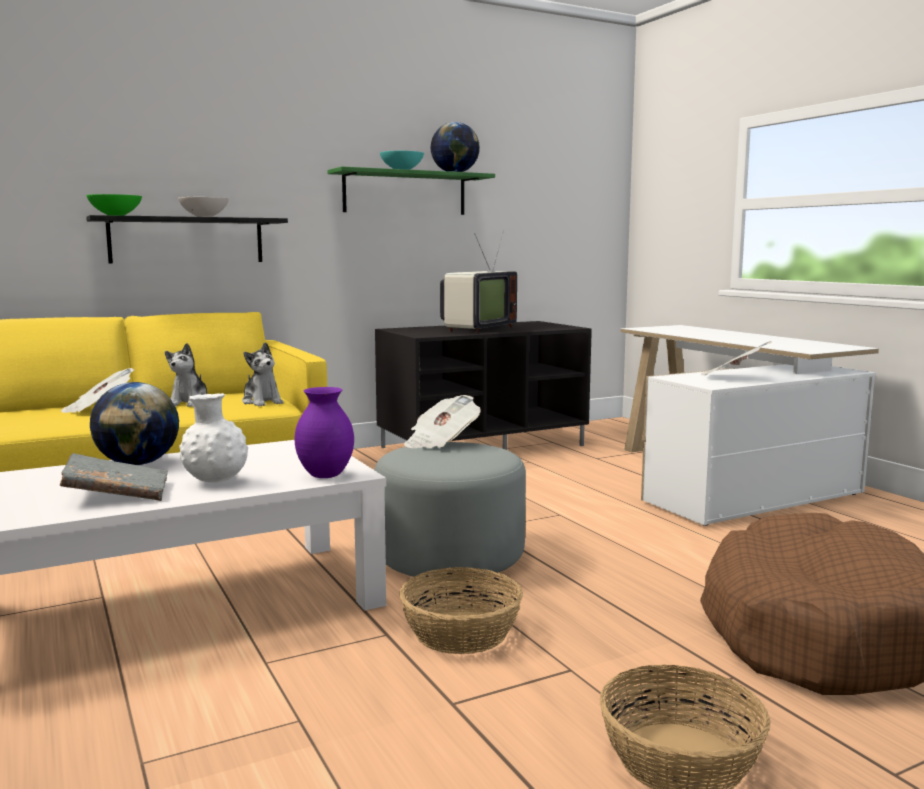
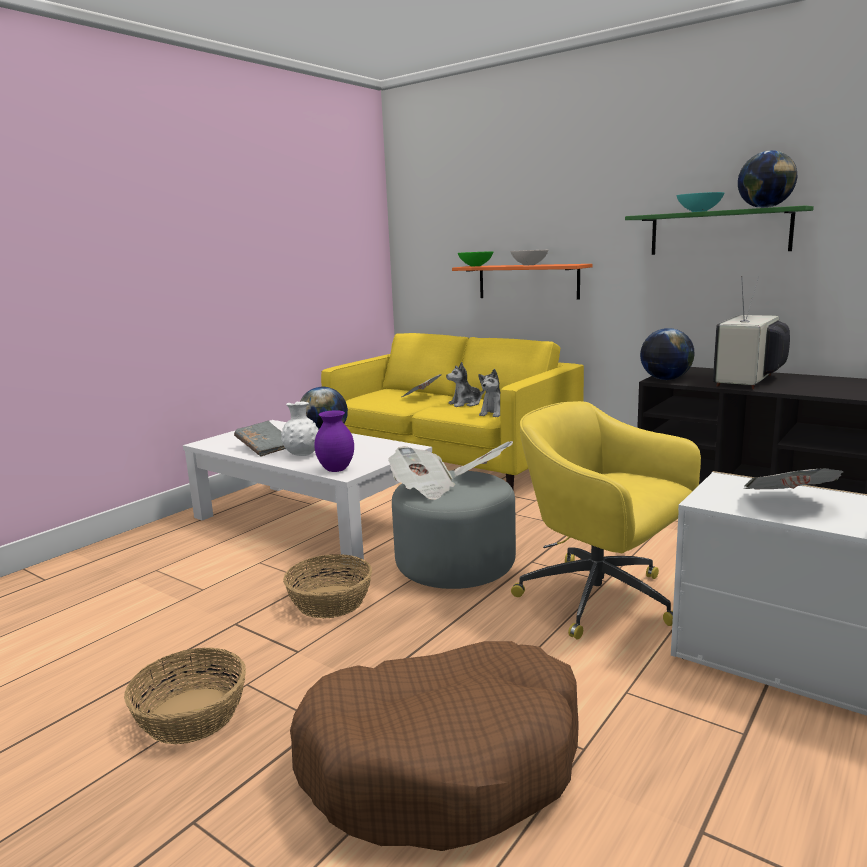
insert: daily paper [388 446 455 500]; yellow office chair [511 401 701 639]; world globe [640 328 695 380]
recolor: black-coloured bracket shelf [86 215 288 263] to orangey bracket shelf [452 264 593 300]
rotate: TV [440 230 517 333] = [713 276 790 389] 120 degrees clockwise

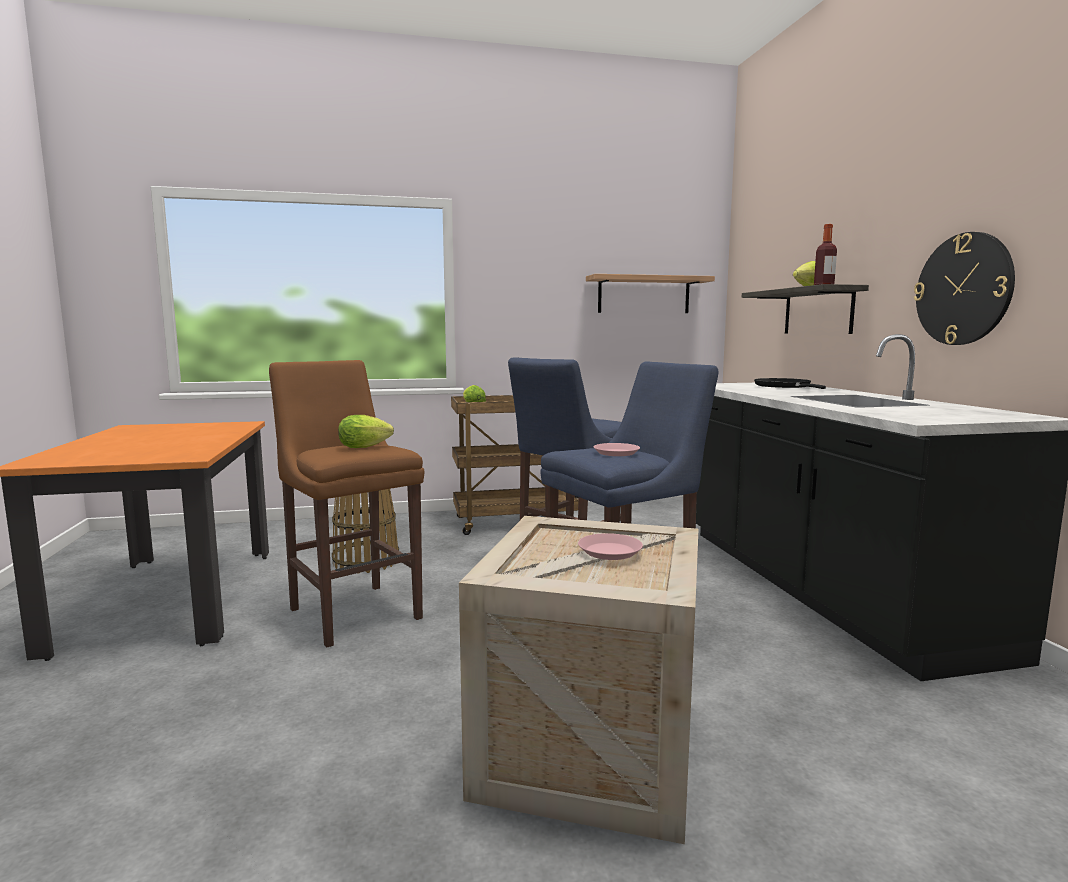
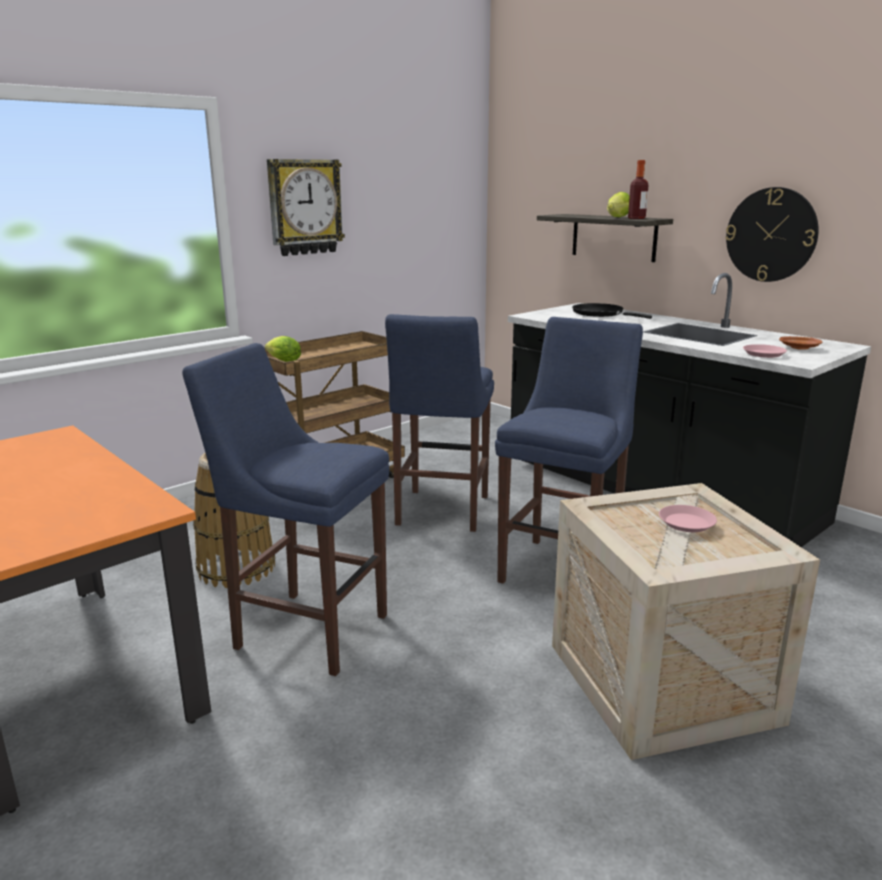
delete: head of lettuce [338 415 394 448]; bracket shelf [586 274 715 313]
insert: wall clock [267 159 345 256]; brown-coloured dinner plate [779 336 823 350]
move: pink dinner plate [594 443 640 456] to [743 344 787 358]
recolor: brown-coloured stool [269 360 424 647] to blue-coloured stool [182 343 389 676]

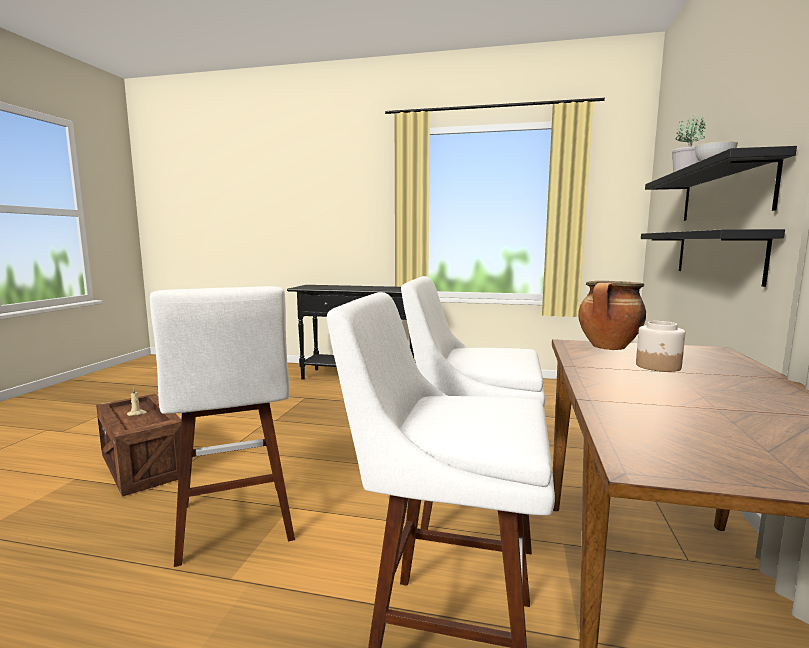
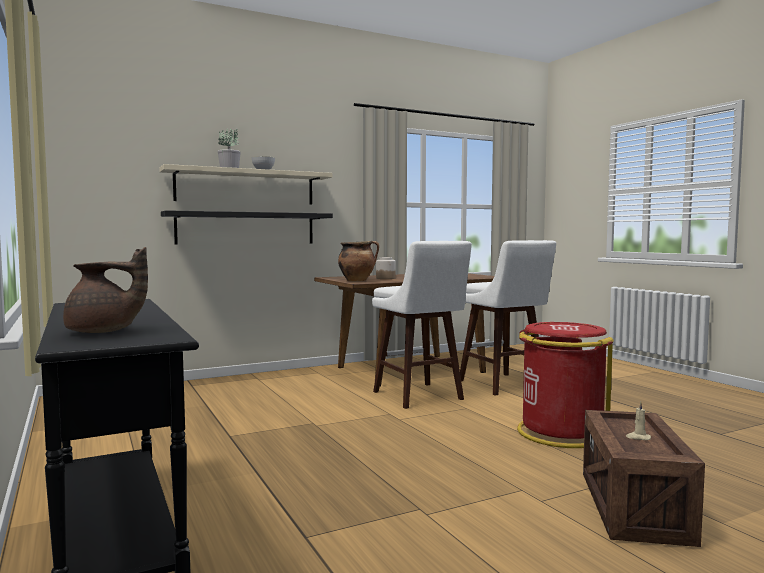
insert: brown-coloured tea pot [63 247 148 333]
replace: white-coloured stool [150 286 295 567] to red-coloured trash can [517 322 614 448]
recolor: black-coloured bracket shelf [645 146 797 221] to sand-coloured bracket shelf [160 164 333 204]

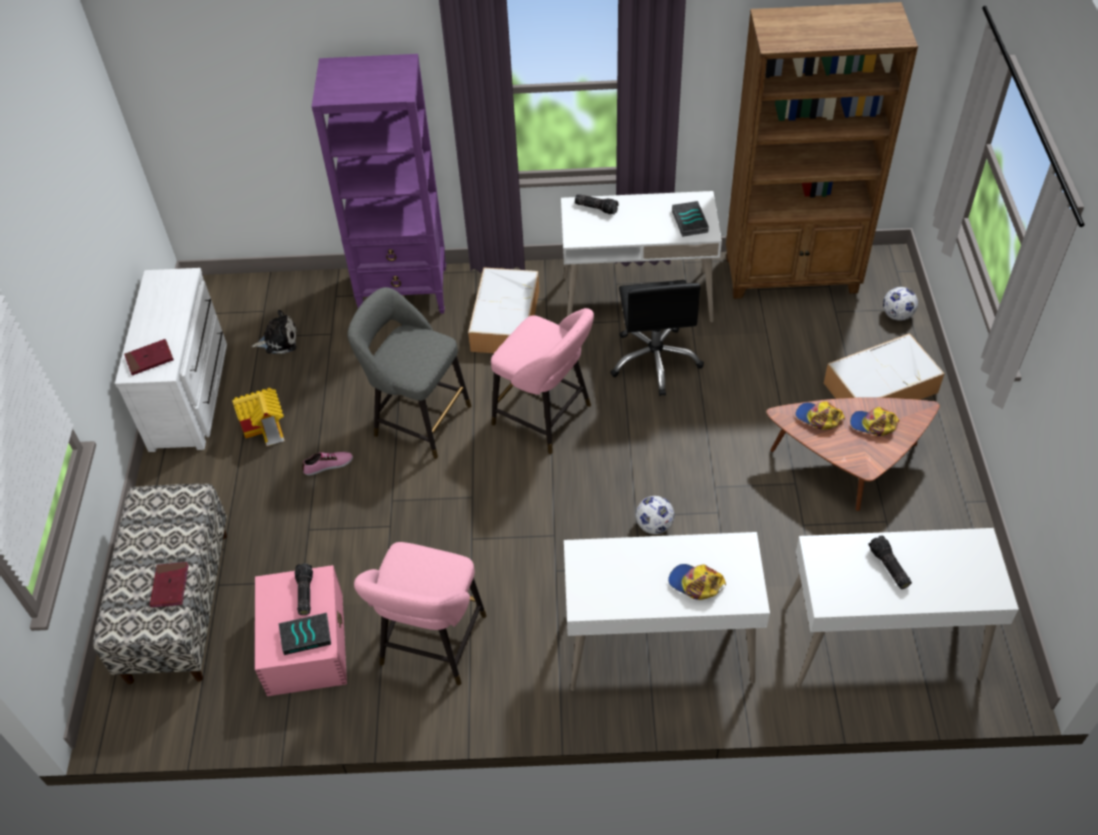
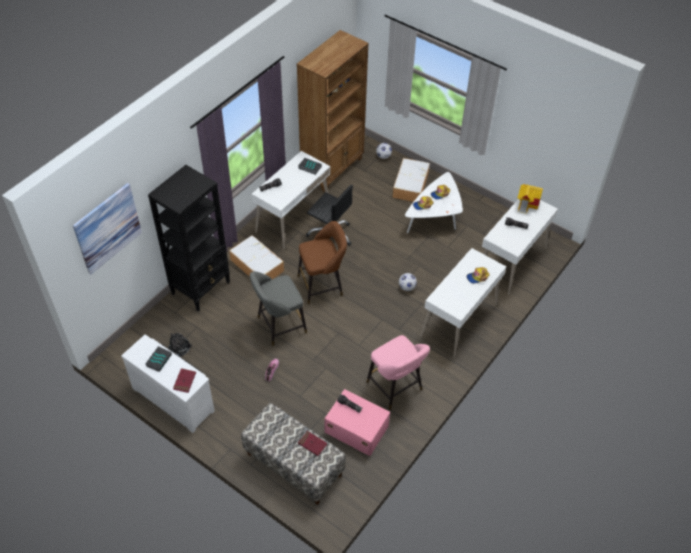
insert: wall picture [73 183 142 274]
move: toy house [232 388 285 446] to [518 184 543 214]; bound book [278 613 331 655] to [145 346 172 372]
recolor: purplish bookcase [312 54 446 314] to black-coloured bookcase [148 165 230 311]; pink stool [491 308 594 454] to brown-coloured stool [297 221 347 304]; brown-coloured low table [766 397 940 511] to white-coloured low table [405 172 463 233]

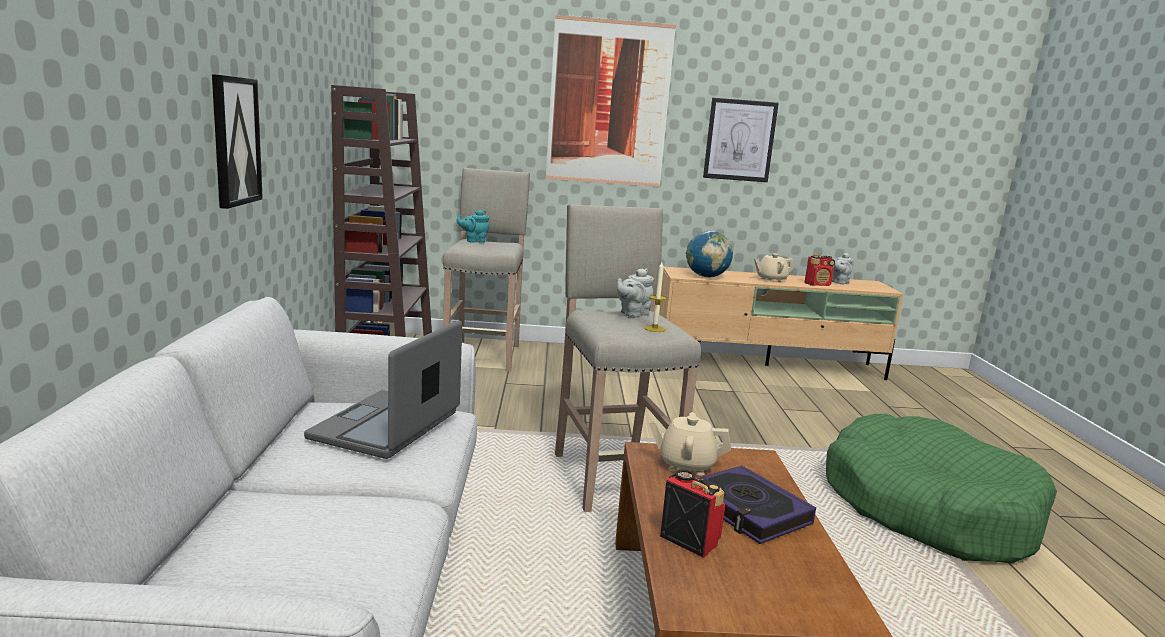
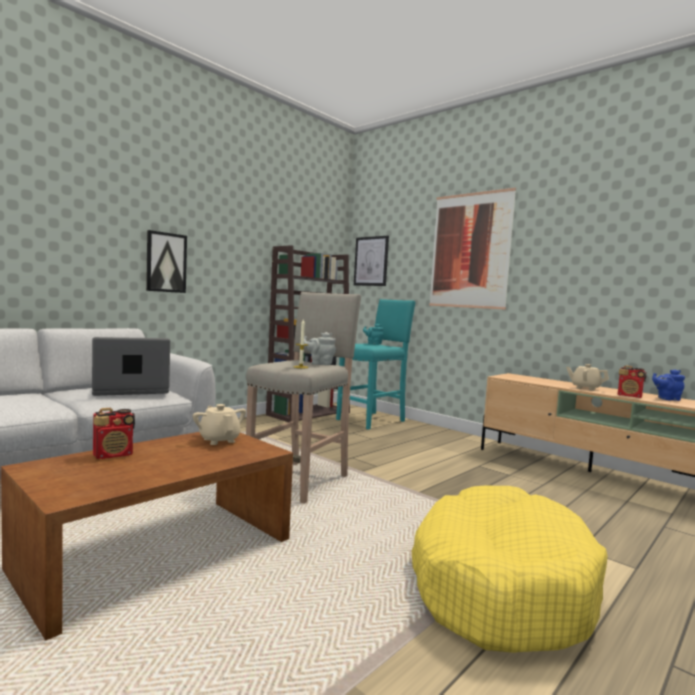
delete: world globe [686 231 733 278]; bound book [698 465 816 544]
move: wall picture [703 98 779 182] to [354 236 389 286]
recolor: sand-coloured stool [443 168 530 372] to turquoise stool [336 299 416 430]; greenish dog cushion [826 414 1057 563] to yellow dog cushion [411 486 608 653]; greyish tea pot [832 253 853 284] to blue-coloured tea pot [652 369 685 401]
rotate: radio [660 470 725 558] = [93 408 135 459] 60 degrees clockwise

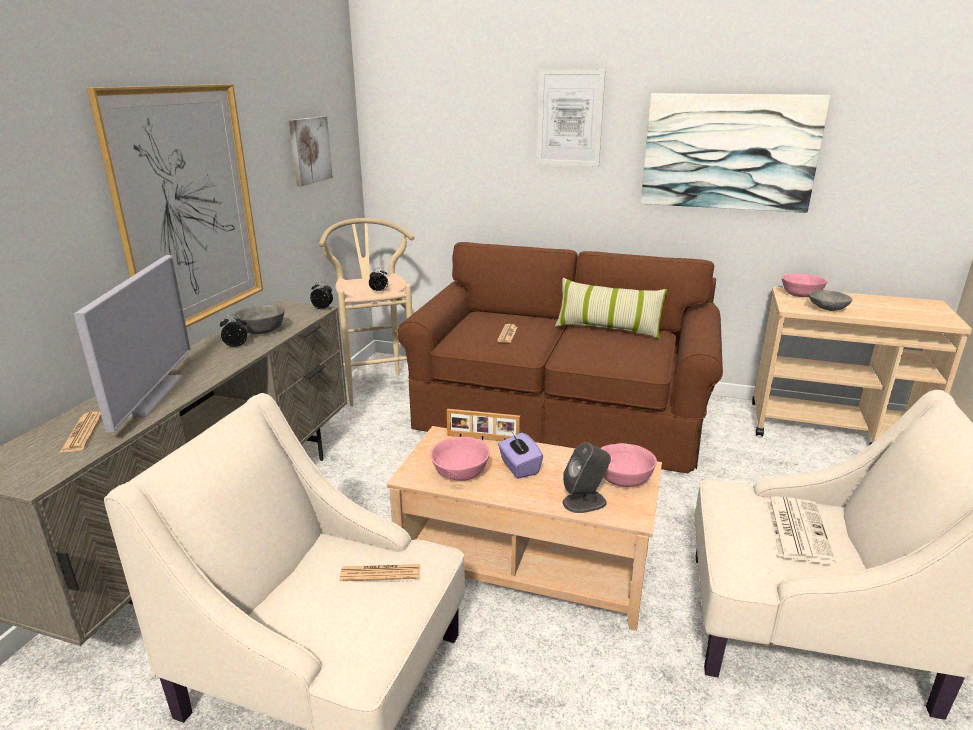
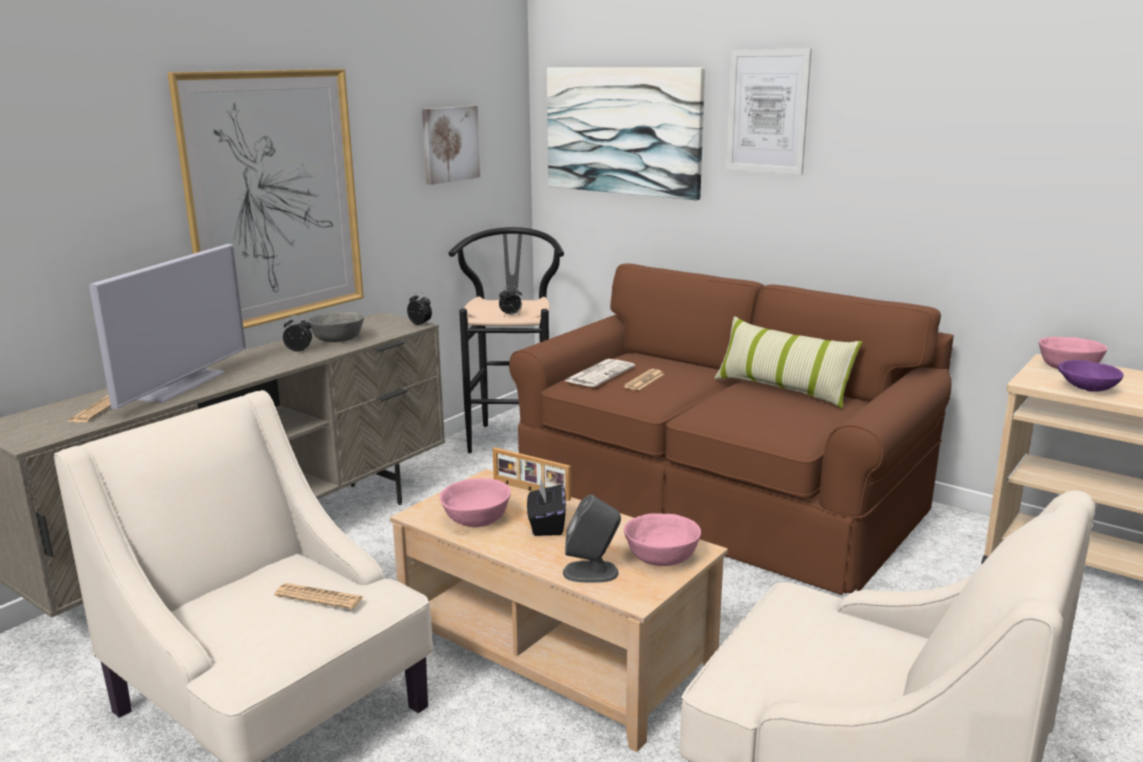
move: wall picture [641 93 831 213] to [547 67 705 200]; daily paper [766 496 836 564] to [565 359 635 387]
recolor: sand-coloured stool [319 218 414 406] to black-coloured stool [449 227 564 453]; purplish tissue box [498 432 543 479] to black-coloured tissue box [527 480 566 536]; greyish serving bowl [809 290 853 311] to purplish serving bowl [1058 360 1124 392]

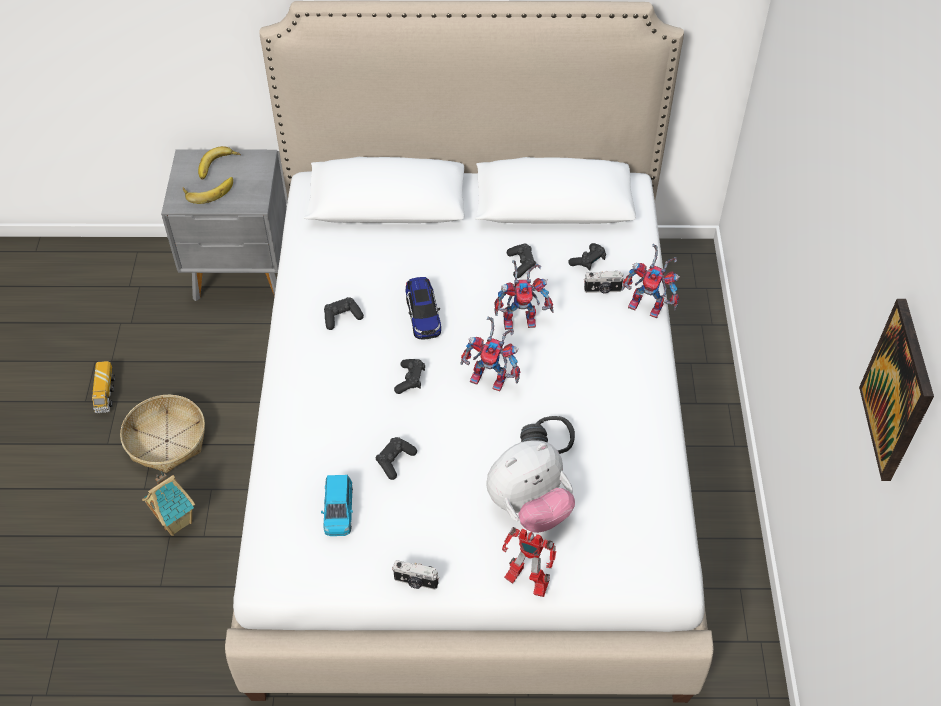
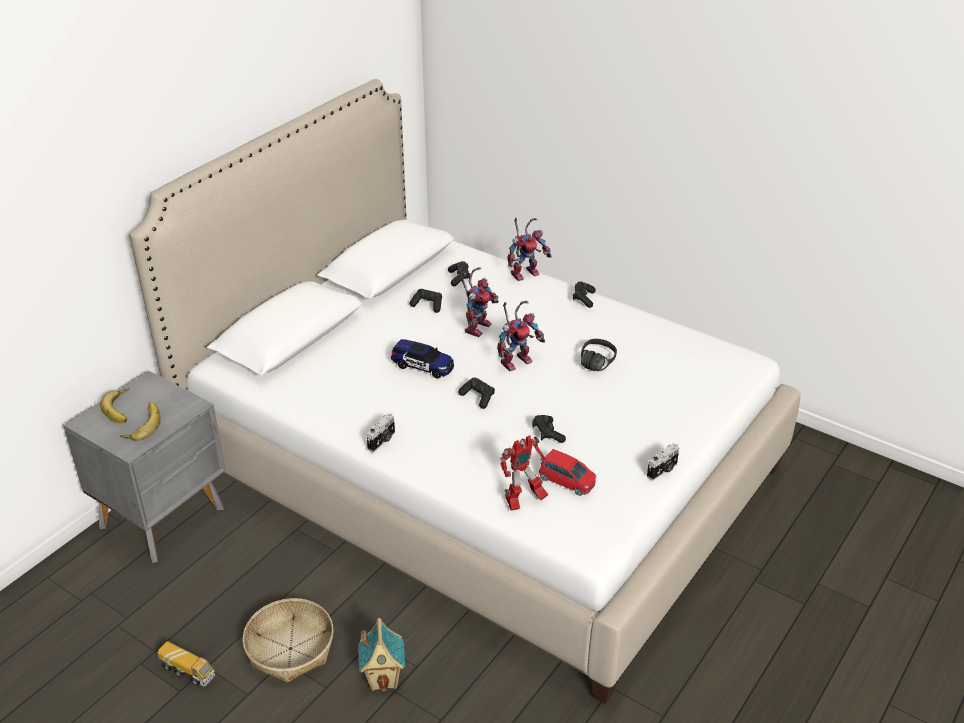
delete: soft toy [486 440 575 533]; wall picture [859 299 934 481]
move: black-coloured joypad [324 297 364 330] to [573 281 596 308]; toy robot [502 527 556 597] to [500 435 548 510]; photo camera [584 271 624 293] to [366 413 395 452]
recolor: blue-coloured toy car [321 475 353 536] to red-coloured toy car [539 449 596 496]

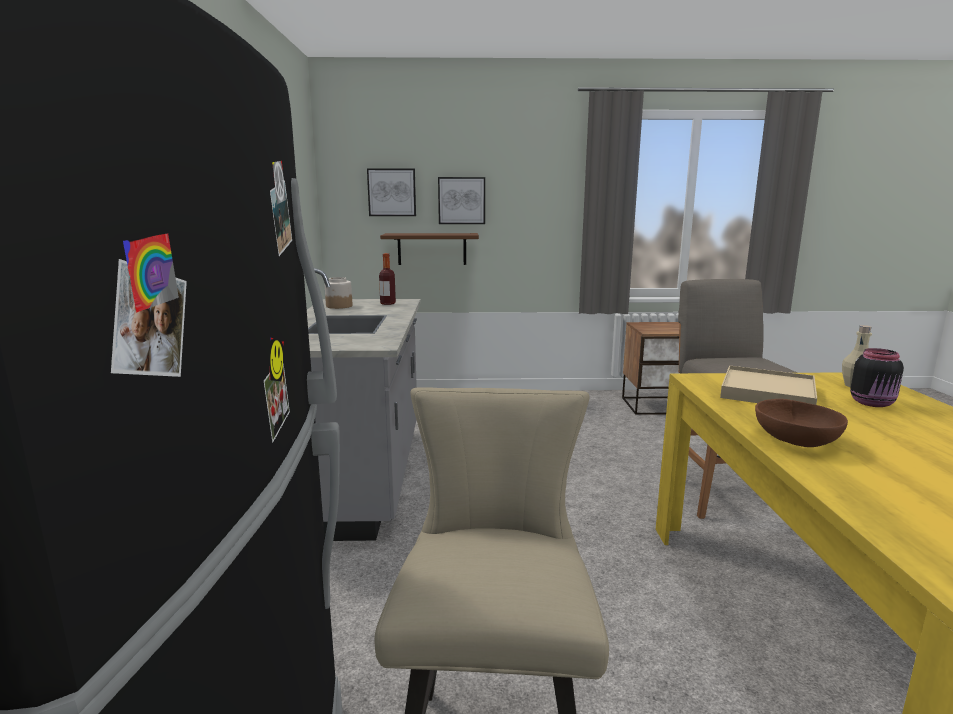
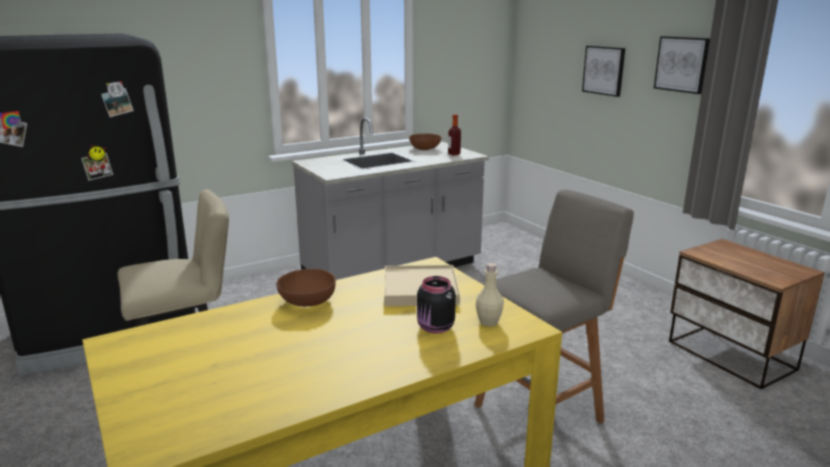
delete: brown-coloured bracket shelf [380 233 479 265]
move: wall picture [367 169 416 216] to [654 36 710 94]
replace: jar [324 277 352 309] to brown-coloured serving bowl [409 134 441 150]

